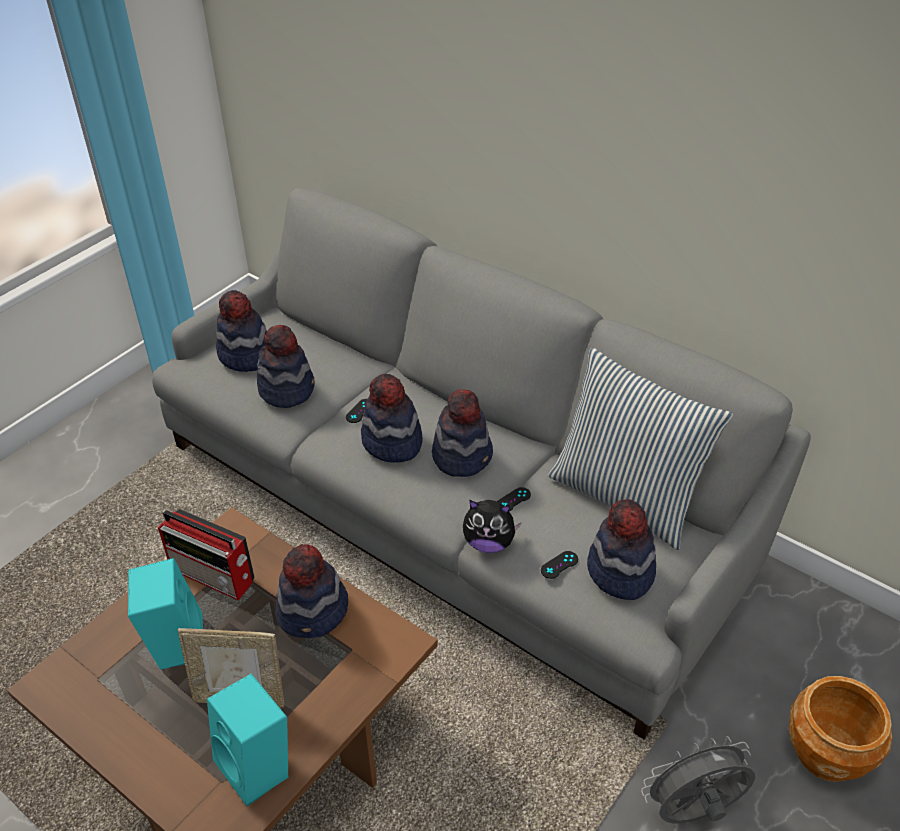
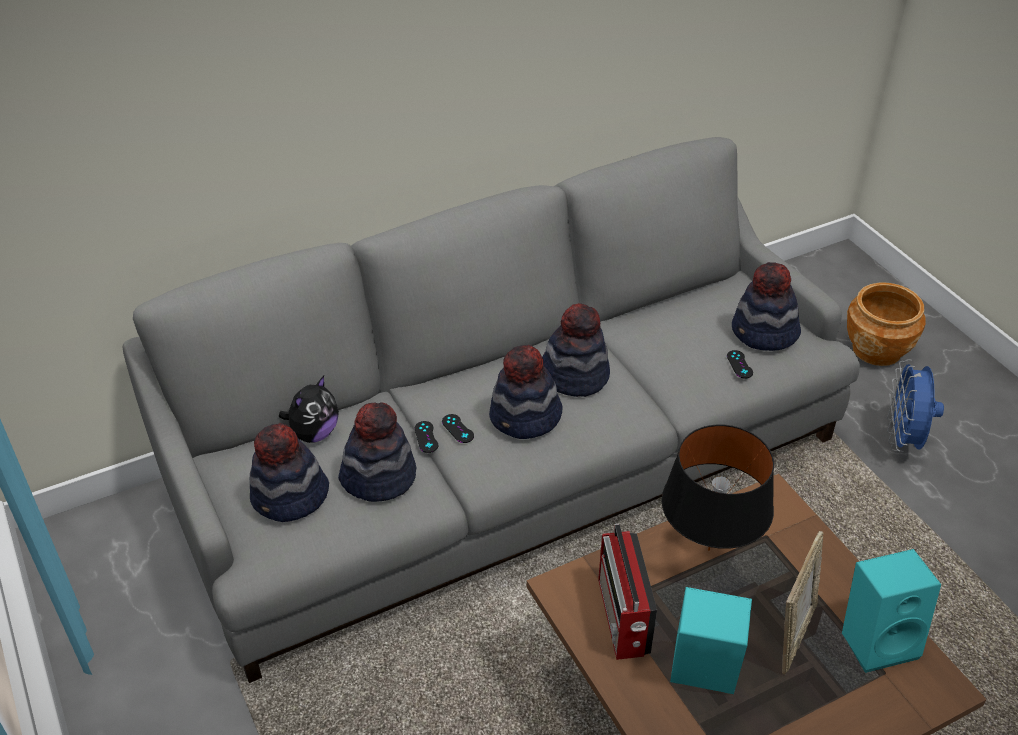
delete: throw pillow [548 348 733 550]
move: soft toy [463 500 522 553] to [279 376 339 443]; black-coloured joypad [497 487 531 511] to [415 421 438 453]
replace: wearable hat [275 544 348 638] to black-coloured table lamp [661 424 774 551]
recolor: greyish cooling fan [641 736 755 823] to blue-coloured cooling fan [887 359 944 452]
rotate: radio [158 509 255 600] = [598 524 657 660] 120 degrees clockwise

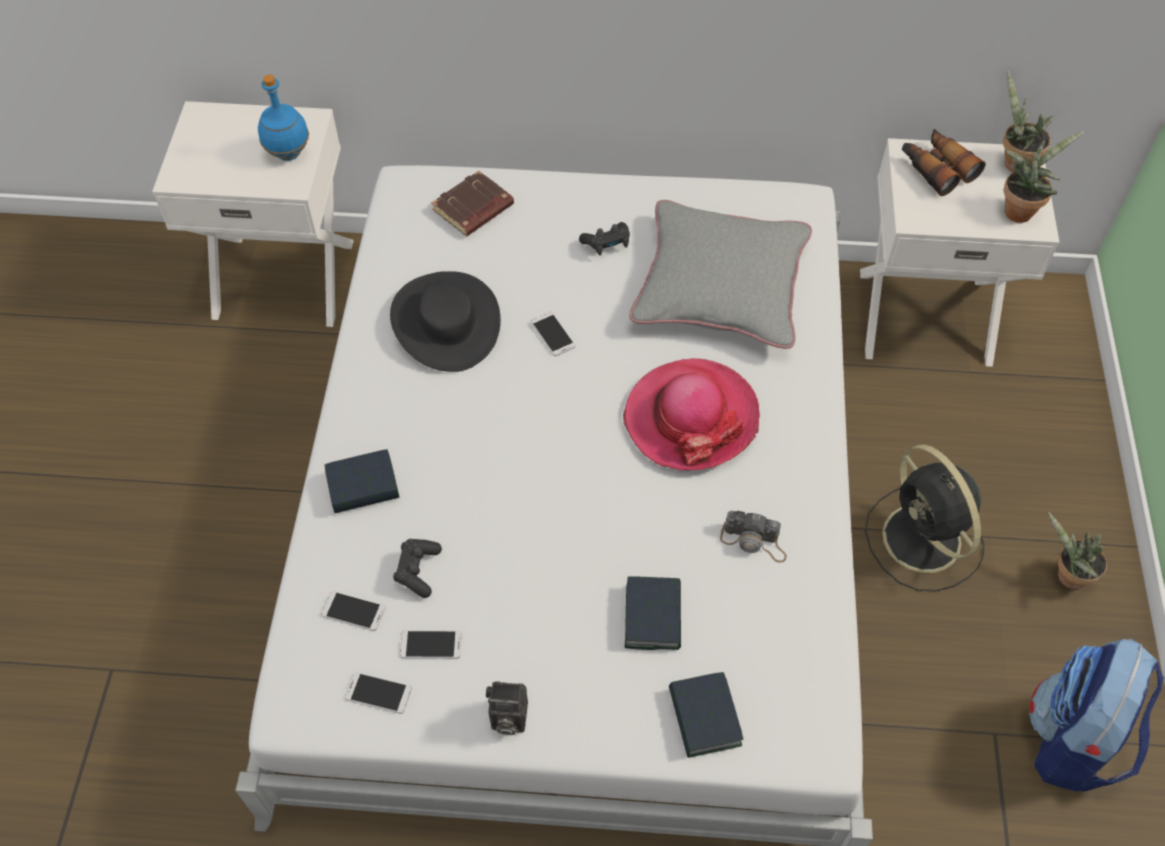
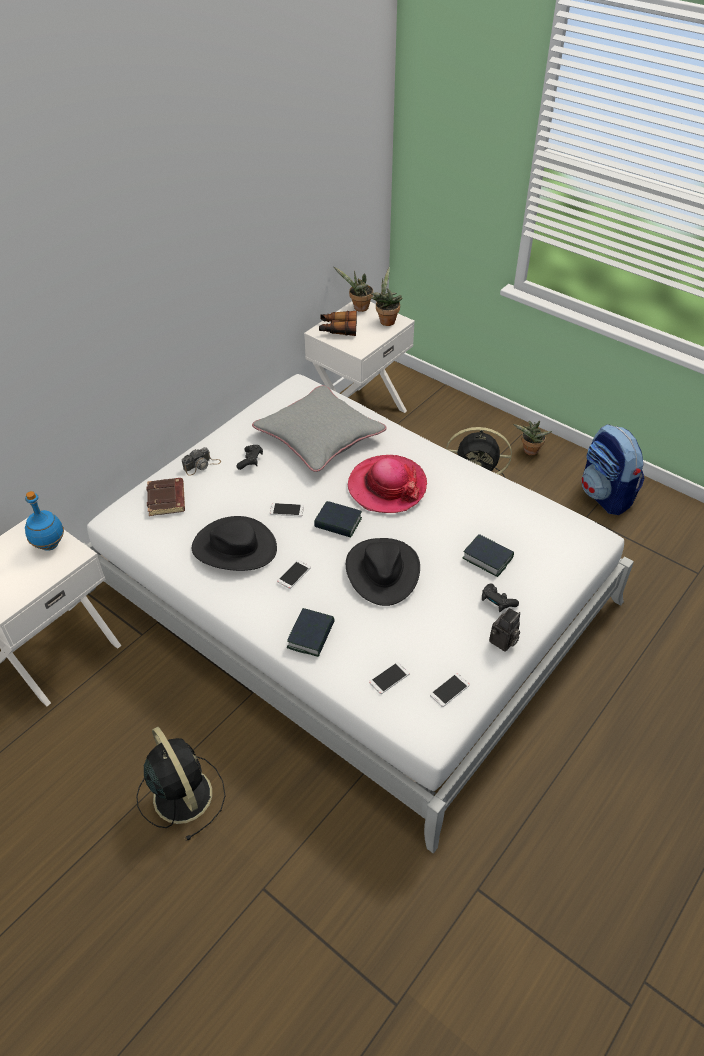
insert: black-coloured cooling fan [136 727 225 841]; black-coloured wearable hat [346 538 420 606]
move: black-coloured joypad [393 539 442 598] to [482 583 519 612]; handset [400 630 462 659] to [277 560 311 589]; bound book [669 672 743 758] to [314 501 362 538]; photo camera [720 511 787 563] to [182 447 221 476]

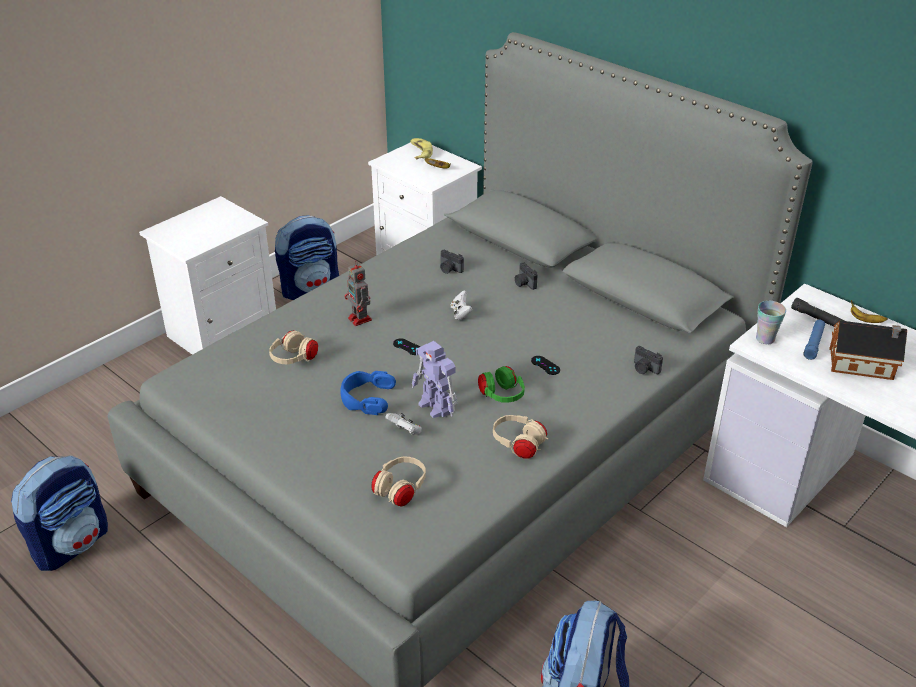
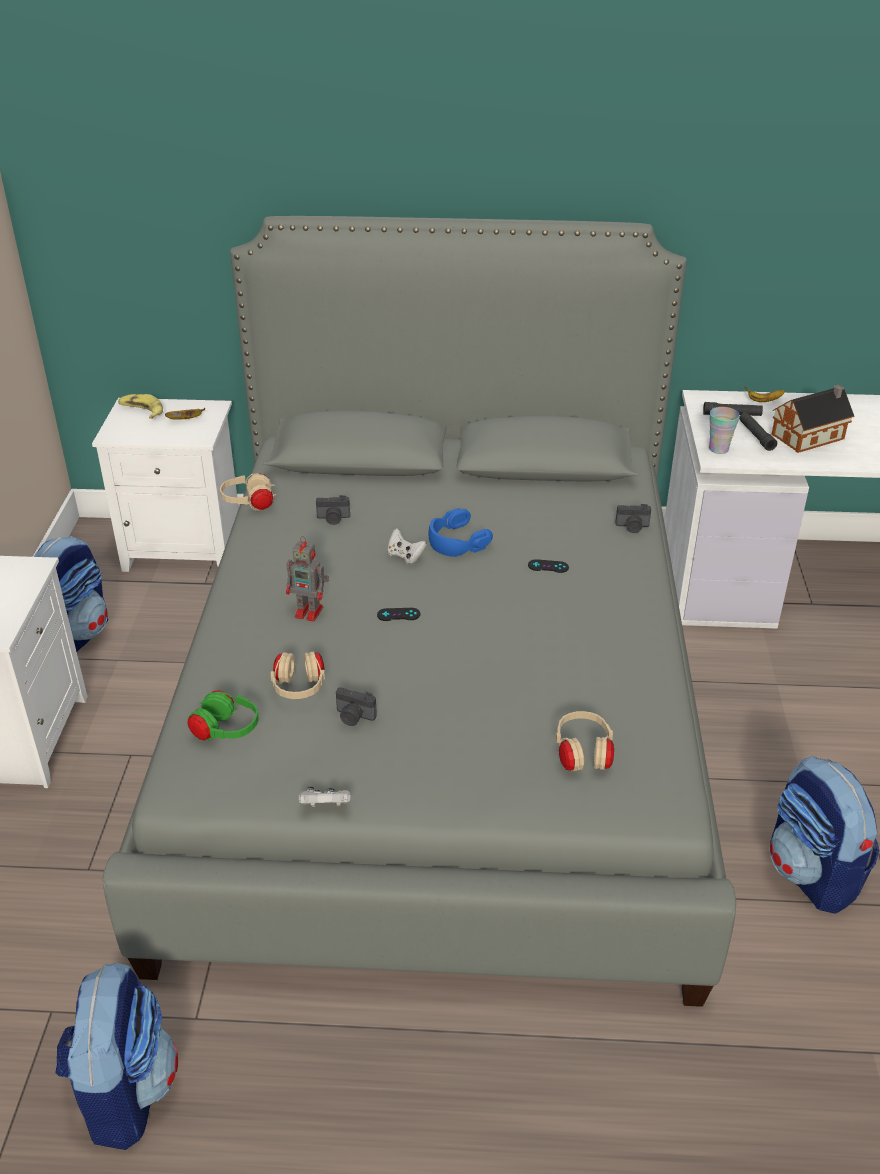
delete: toy robot [412 341 457 418]
move: blue-coloured headphones [341 371 396 415] to [428 508 493 557]; white-coloured joypad [385 413 422 435] to [298 787 351 807]; greenish headphones [478 366 525 403] to [187 690 258 741]; sand-coloured headphones [493 415 548 459] to [220 473 276 511]; photo camera [515 262 538 290] to [336 687 377 726]
recolor: blue-coloured torch [803 320 825 360] to black-coloured torch [739 412 777 451]

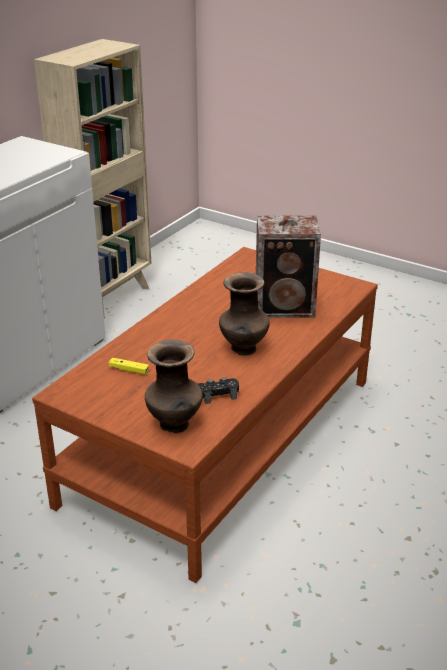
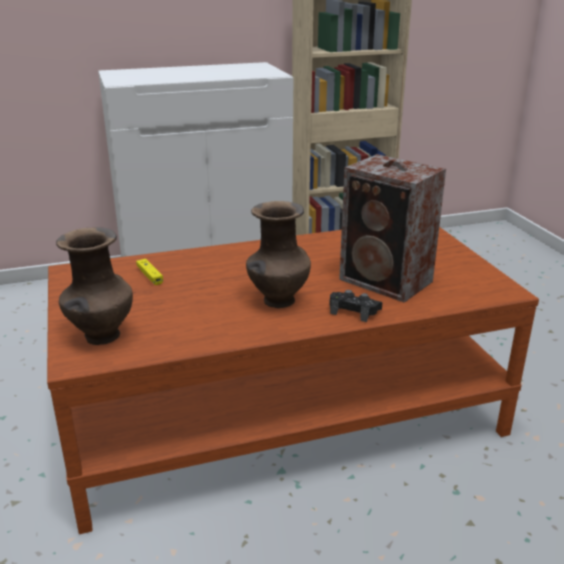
move: black-coloured joypad [198 377 239 404] to [329 290 382 322]

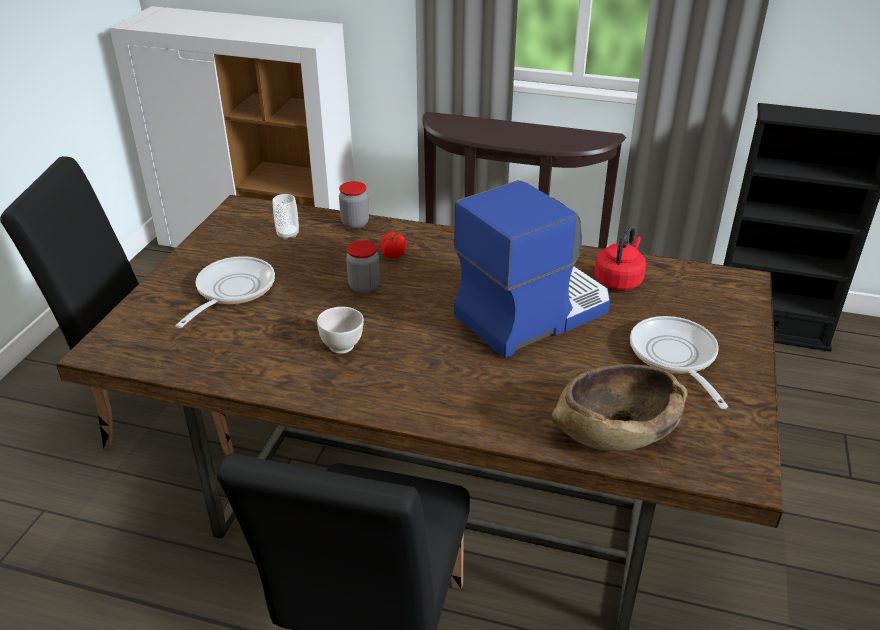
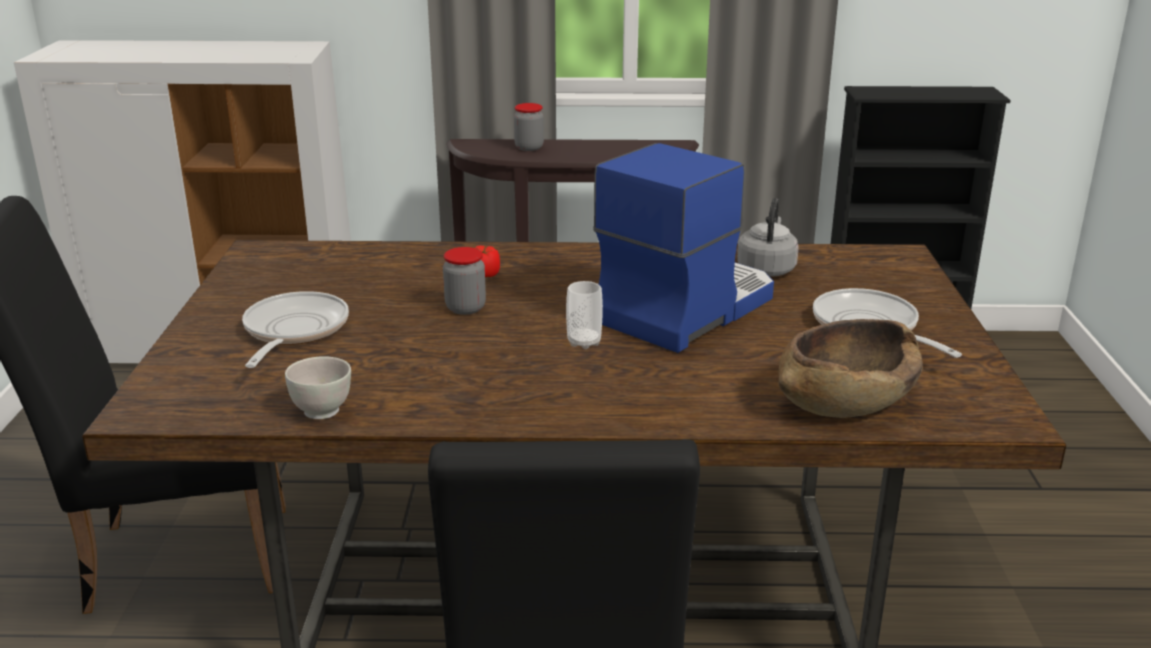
move: drinking cup [273 194 299 239] to [566 281 603 349]; white-coloured serving bowl [317 307 364 353] to [285 356 351 419]; jar [339 181 369 229] to [514 103 544 151]
recolor: red-coloured tea kettle [594 226 646 290] to greyish tea kettle [737 198 799 277]

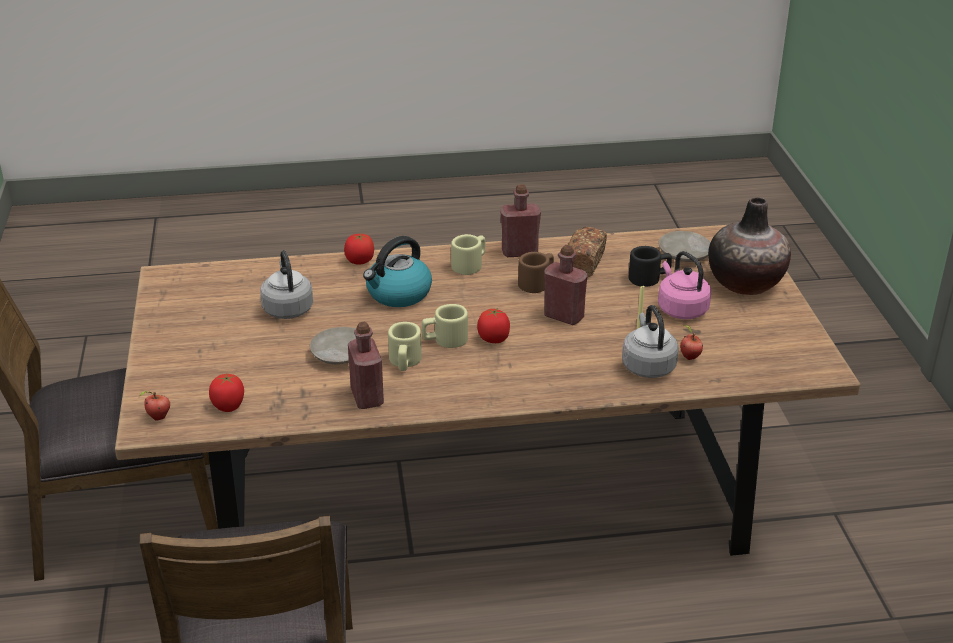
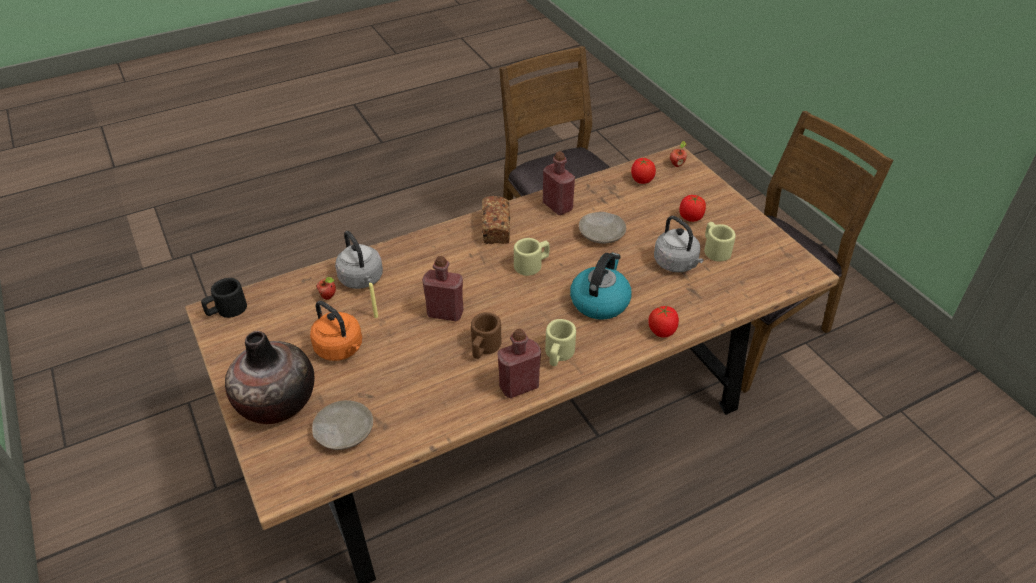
move: sand-coloured coffee mug [388 322 422 371] to [704 222 736 261]; tomato [477 308 510 343] to [679 195 706 222]; bread [568 227 607 277] to [482 196 510 244]; black-coloured coffee mug [629 246 672 287] to [201 278 247 318]
recolor: pink tea kettle [658 251 712 319] to orangey tea kettle [310 301 362 361]

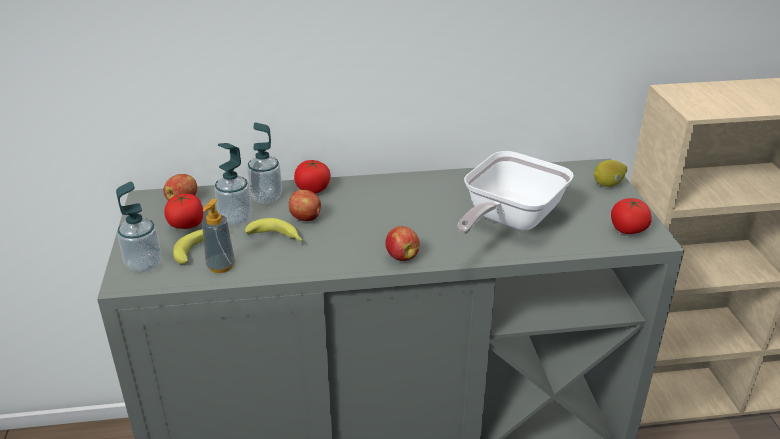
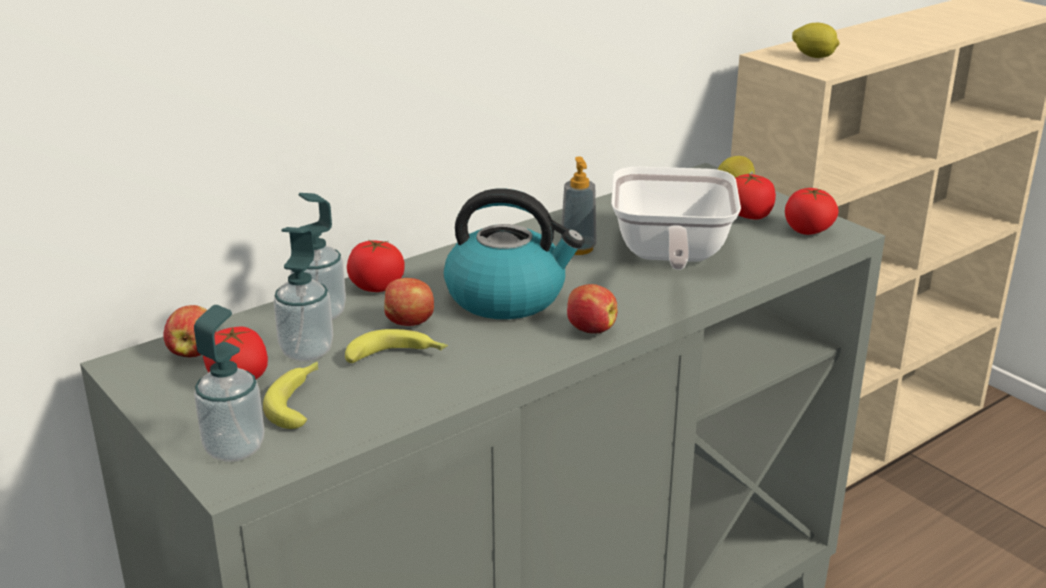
insert: tea kettle [444 188 584 319]; tomato [735 173 776 220]; citrus fruit [792 23 840 58]
move: soap dispenser [202 199 235 273] to [560 156 597 255]

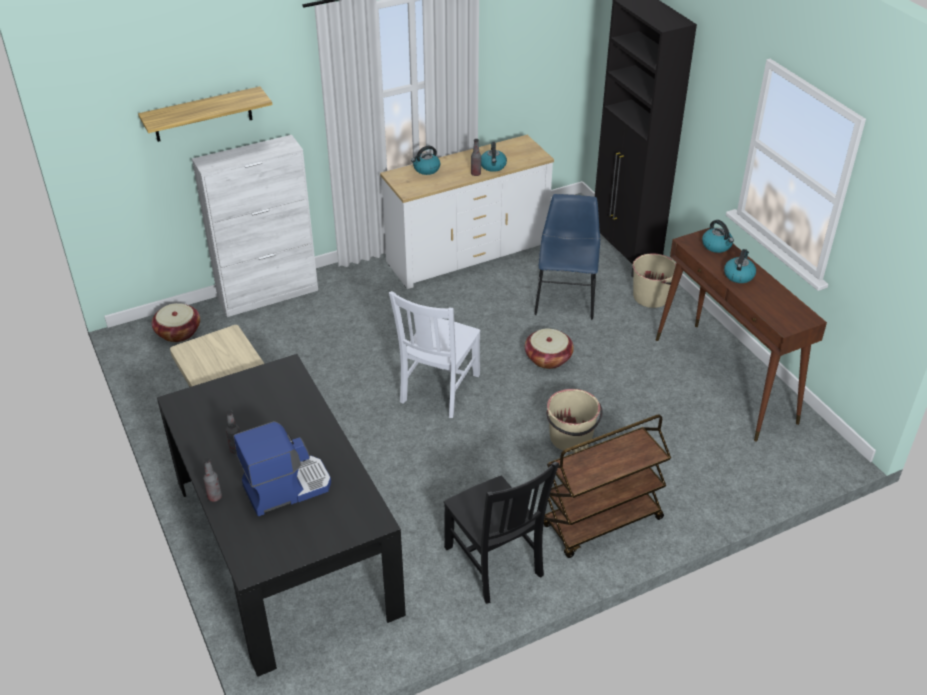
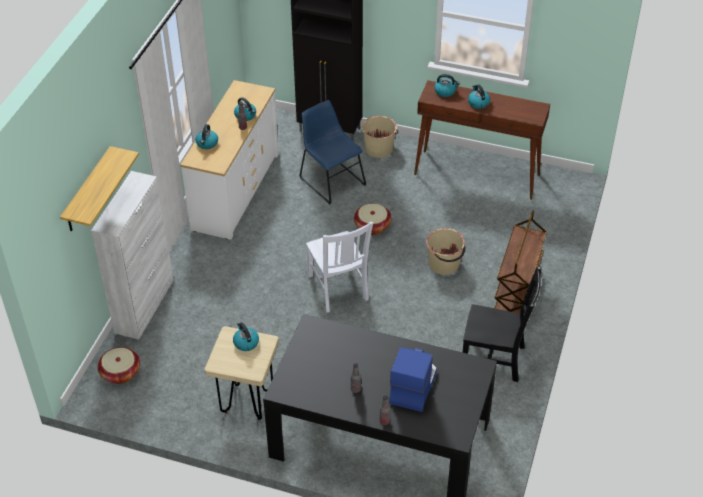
insert: tea kettle [233 322 259 351]

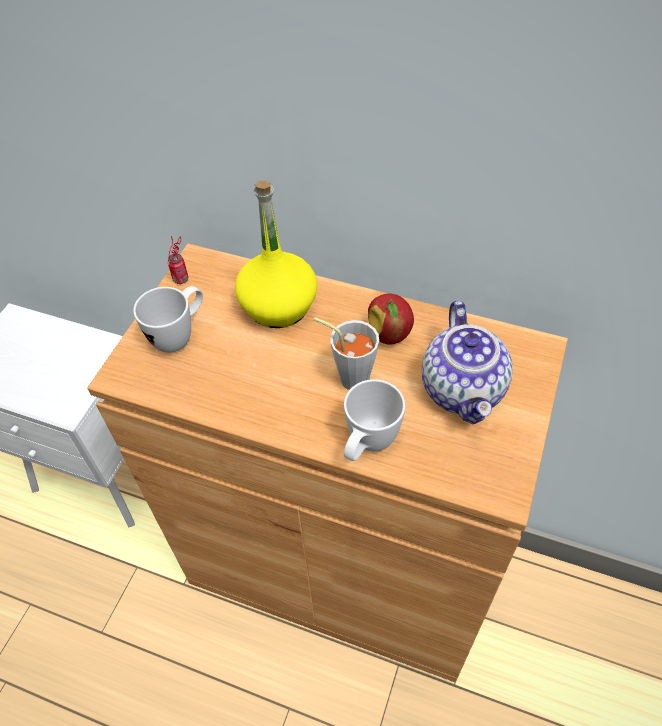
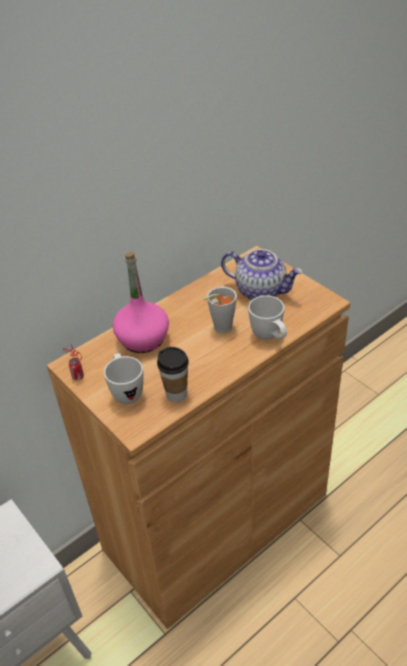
delete: apple fruit [368 293 414 345]
insert: drinking cup [157 347 189 402]
recolor: yellow beverage bottle [235 181 317 328] to pink beverage bottle [113 252 169 353]

